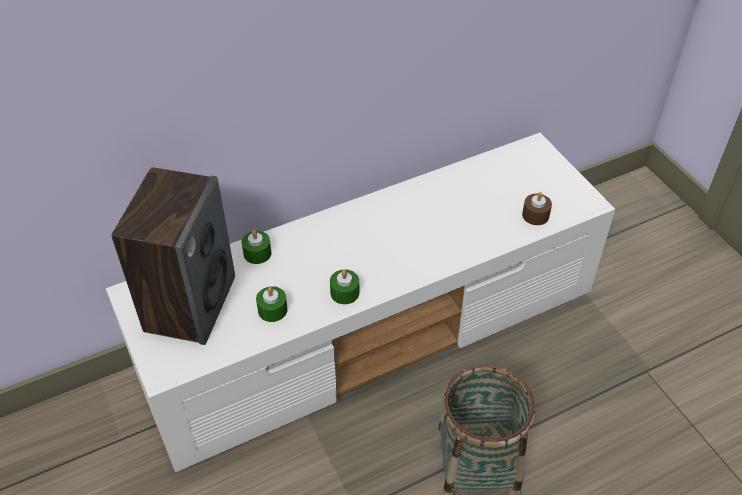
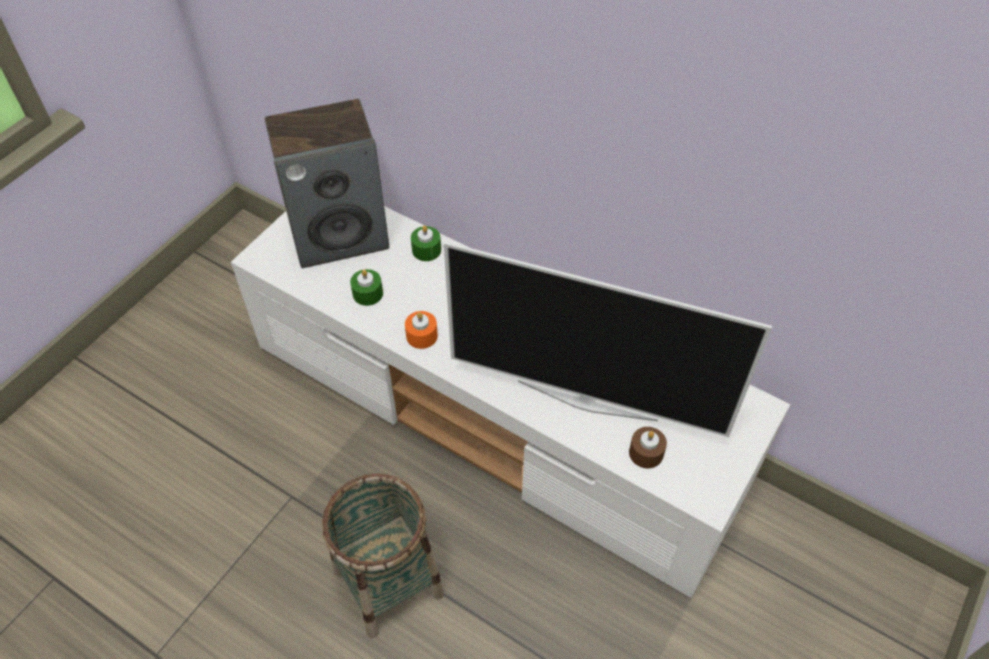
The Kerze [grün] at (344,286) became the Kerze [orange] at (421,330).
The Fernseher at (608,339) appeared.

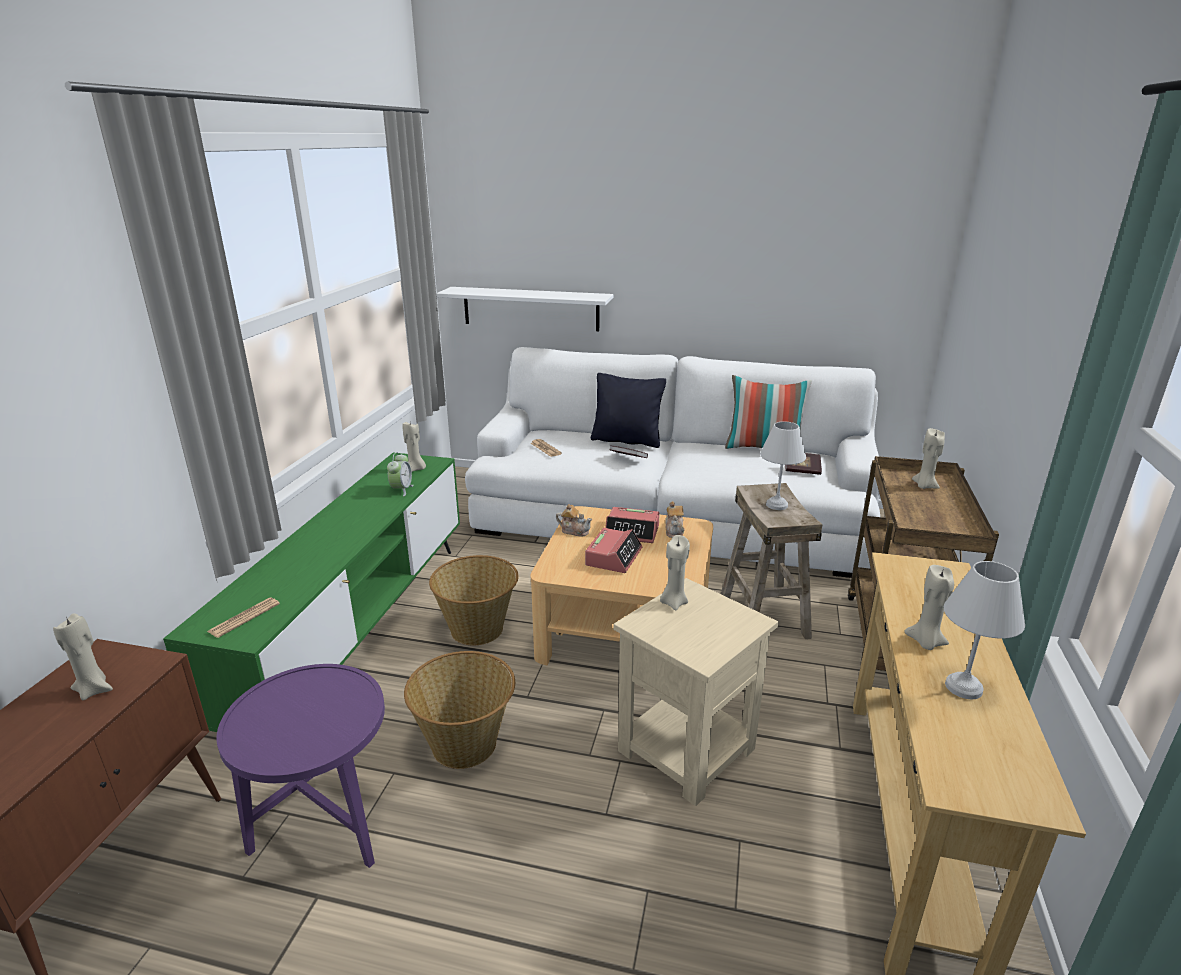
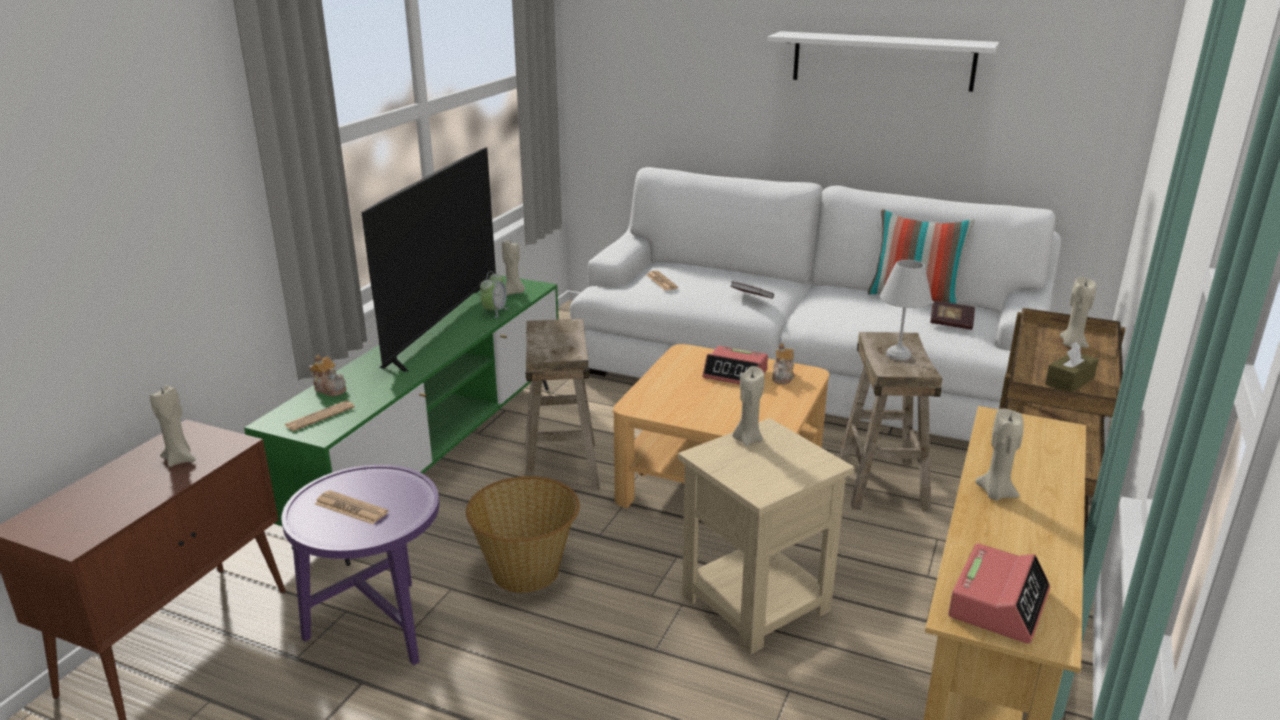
The Korb at (474,600) was replaced by the Hocker [beige] at (562,404).
The Wandregal [weiß] moved from (524,309) to (883,61).
The Teekanne moved from (574,520) to (327,375).
The Wecker moved from (613,550) to (999,593).
The Kissen [schwarz] at (628,410) disappeared.
The Tischlampe [weiß] at (984,630) disappeared.
The Zeitung at (351,507) appeared.
The Fernseher at (428,259) appeared.
The Taschentuchbox [braun] at (1072,366) appeared.

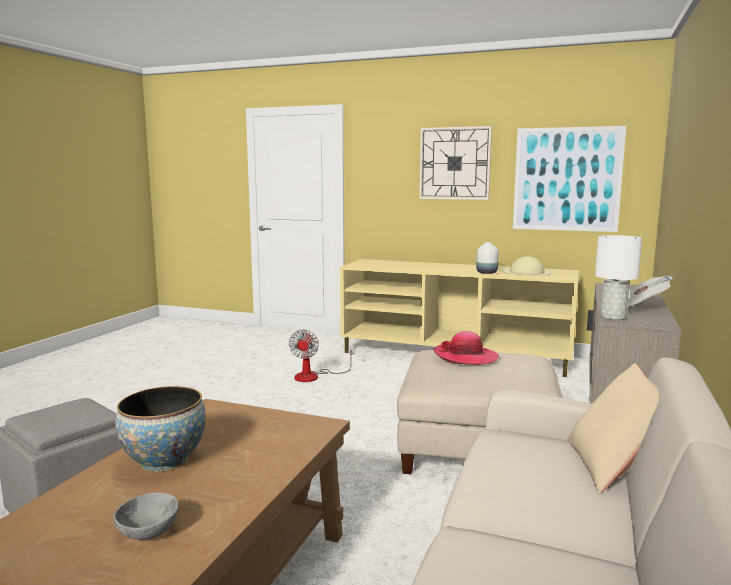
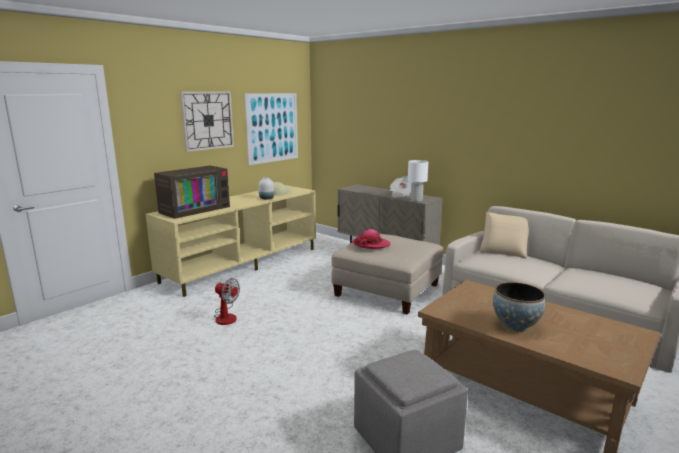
The Schüssel [grau] at (146,516) disappeared.
The Fernseher at (192,192) appeared.

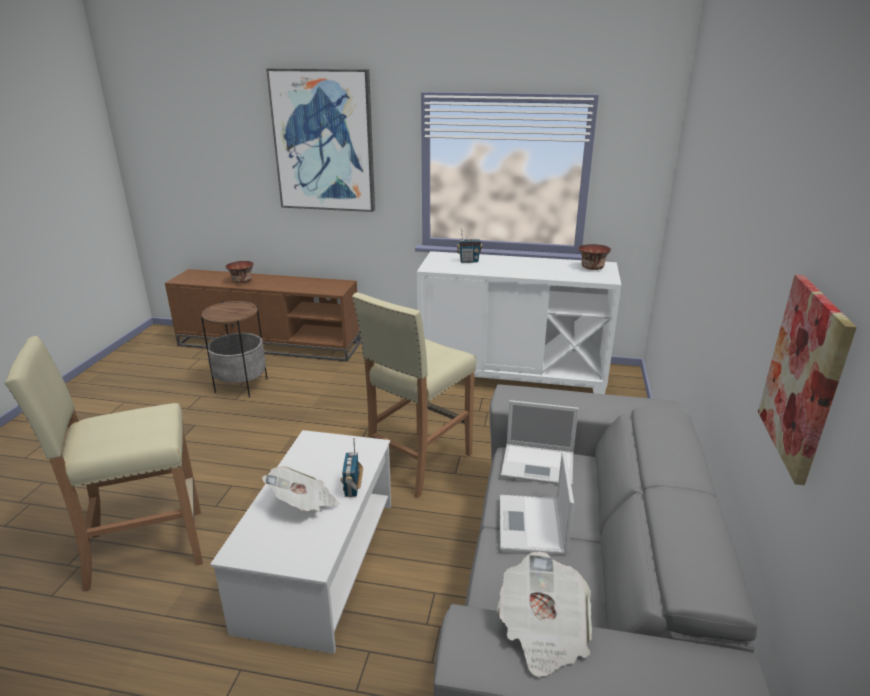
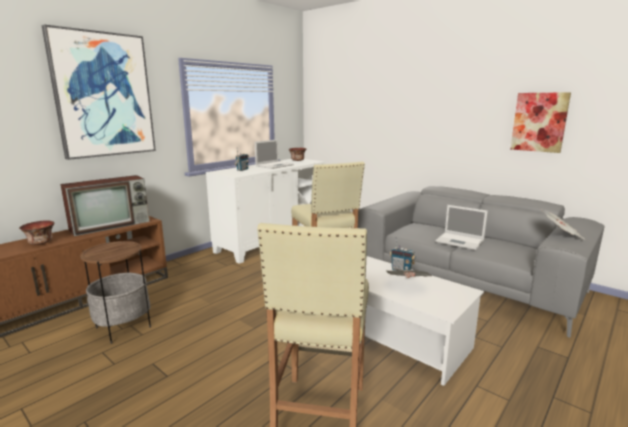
The Laptop moved from (540,443) to (274,154).
The Fernseher at (105,205) appeared.

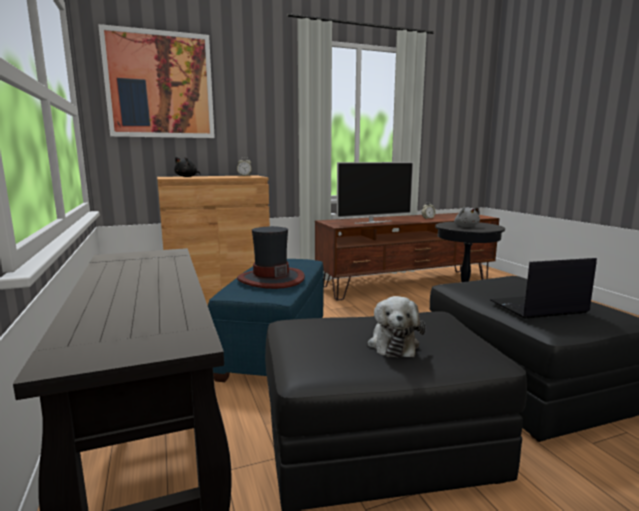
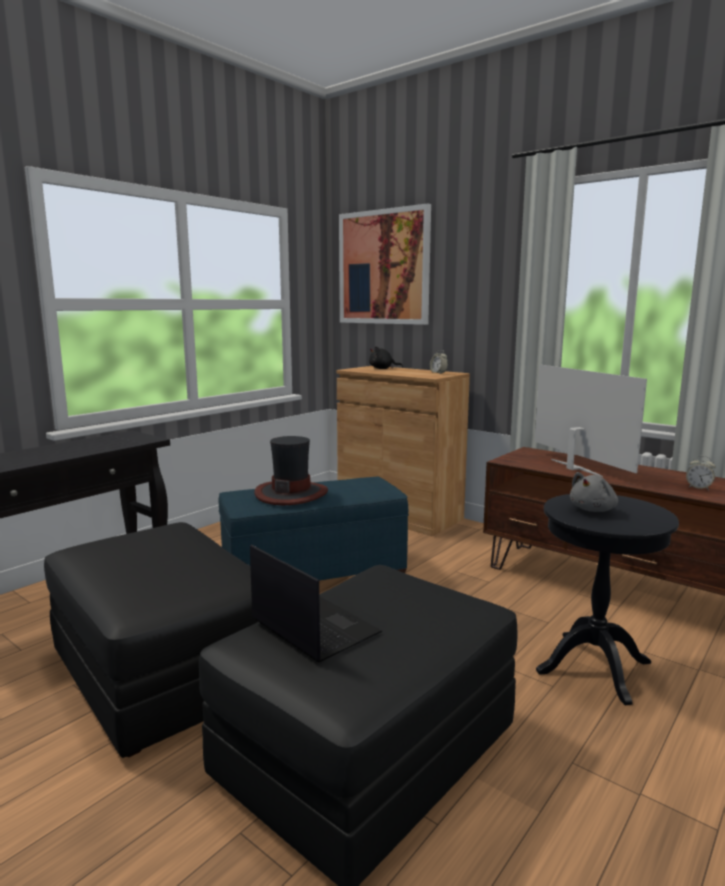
The Fernseher at (375,193) turned 150 degrees counterclockwise.
The Plüschtier at (396,326) disappeared.

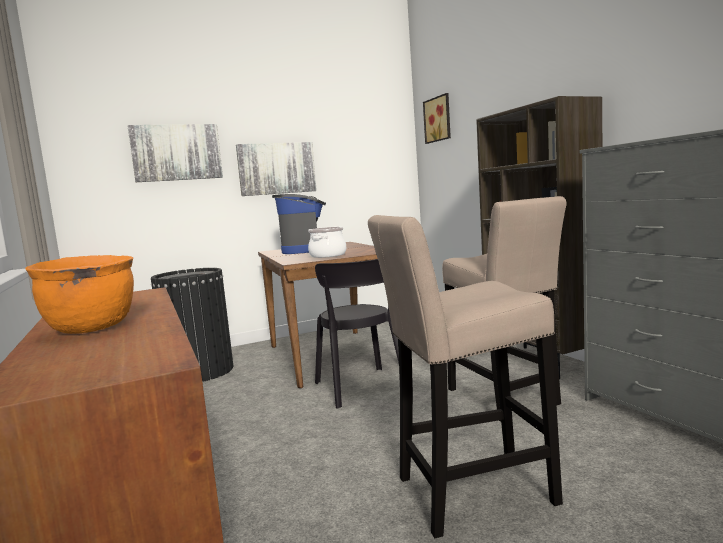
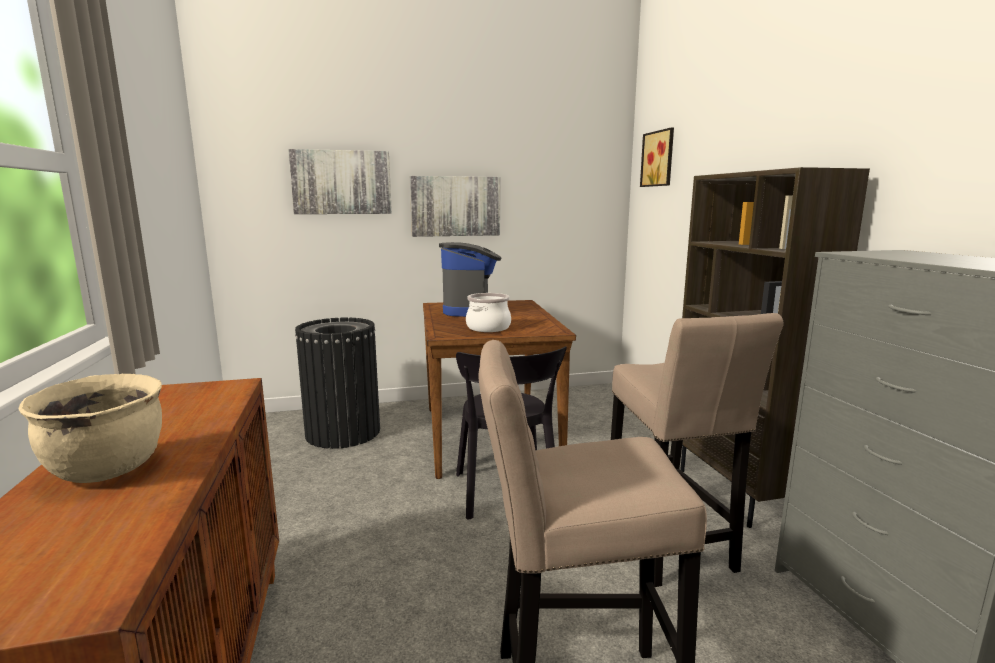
The Kochtopf [orange] at (79,294) became the Kochtopf [beige] at (90,428).

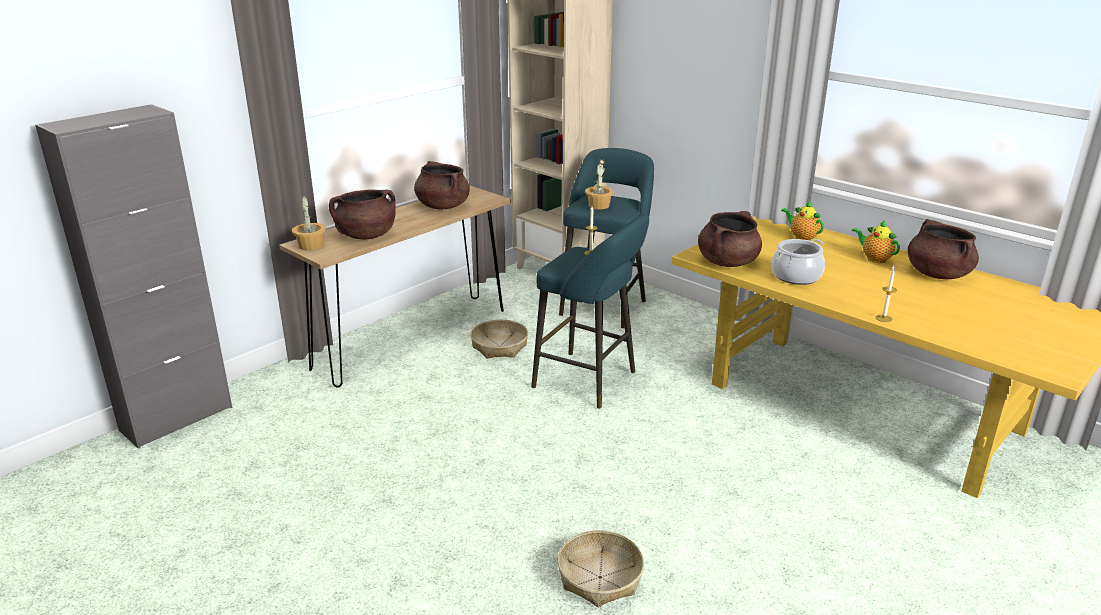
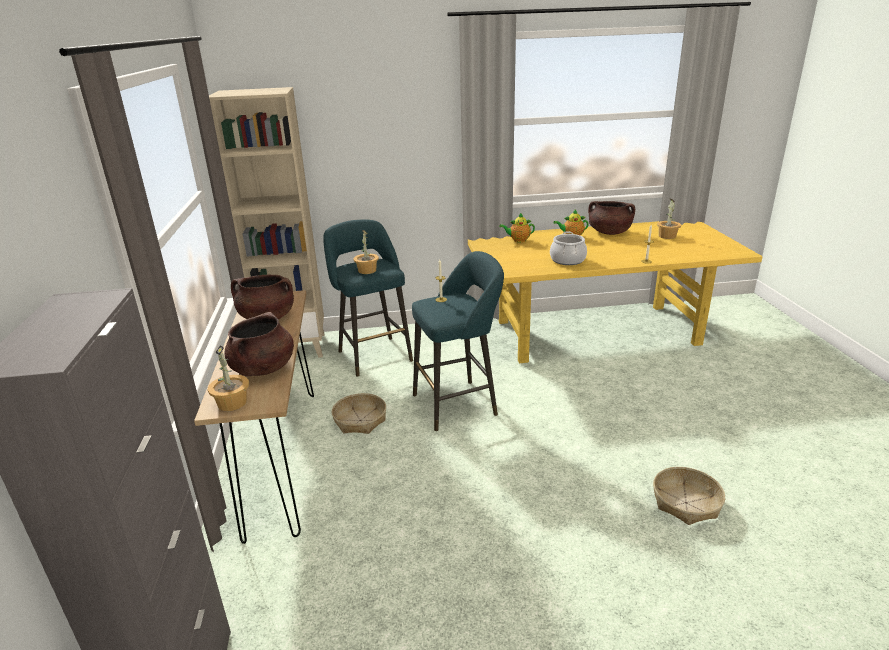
The Kochtopf [braun] at (730,239) disappeared.
The Topfpflanze at (669,218) appeared.

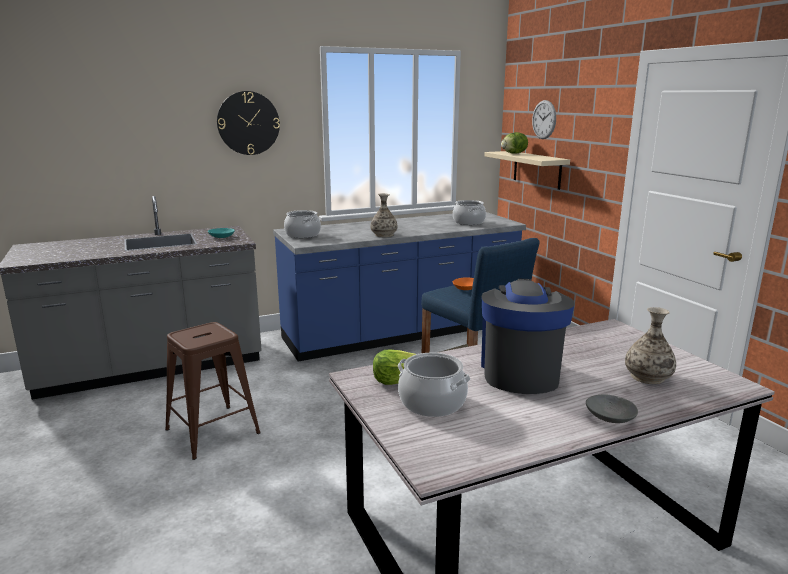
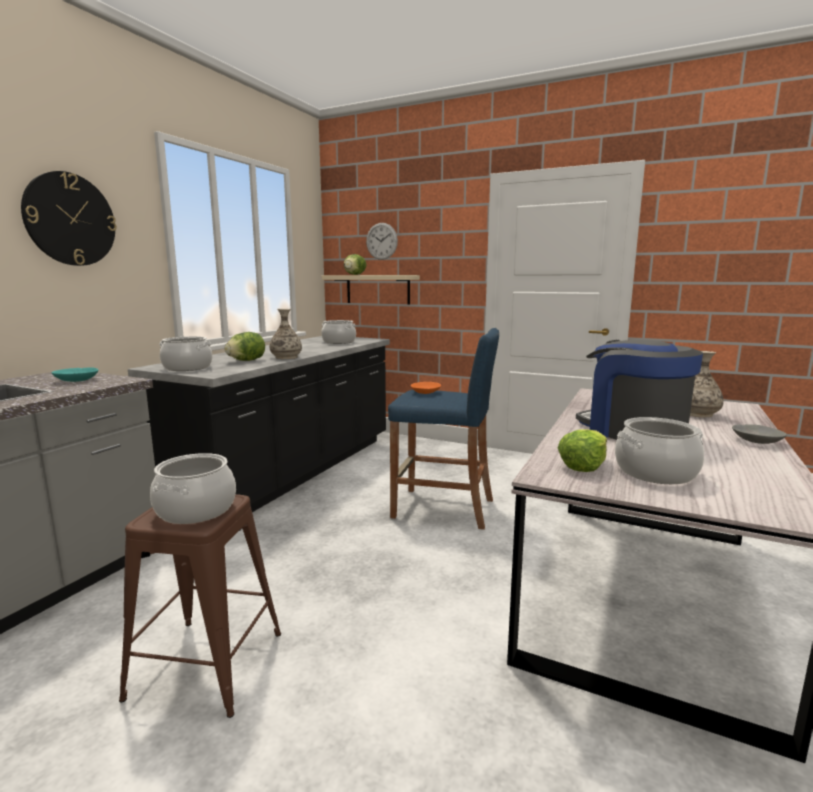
The Küchenzeile [blau] at (399,287) became the Küchenzeile [schwarz] at (259,424).
The Kochtopf at (193,488) appeared.
The Salatkopf at (244,346) appeared.

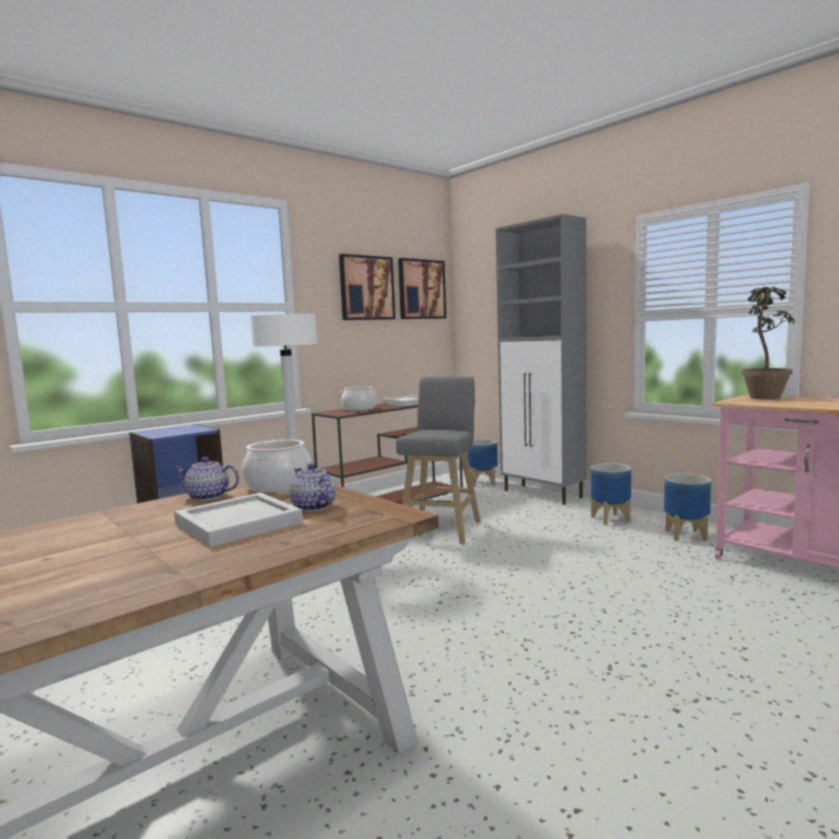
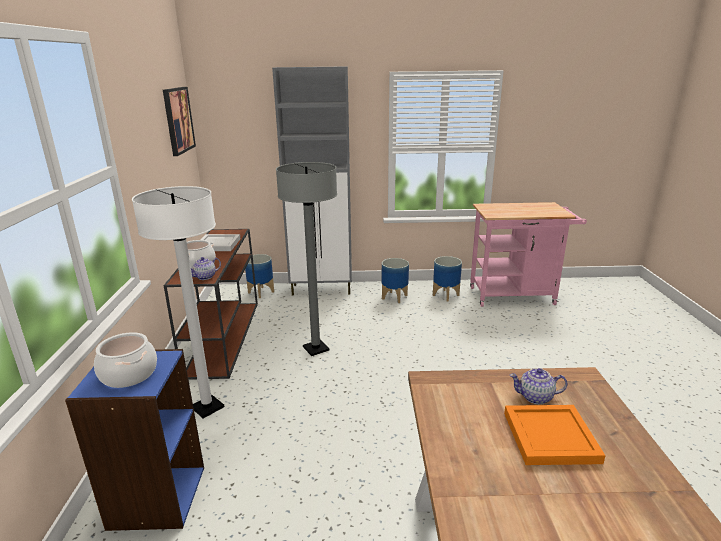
The Teekanne moved from (206,479) to (206,268).
The Tablett [weiß] at (238,520) became the Tablett [orange] at (555,435).
The Kochtopf moved from (277,466) to (125,360).
The Bild at (367,287) disappeared.
The Hocker [grau] at (438,460) was replaced by the Stehlampe [grau] at (306,259).
The Topfpflanze at (768,343) disappeared.

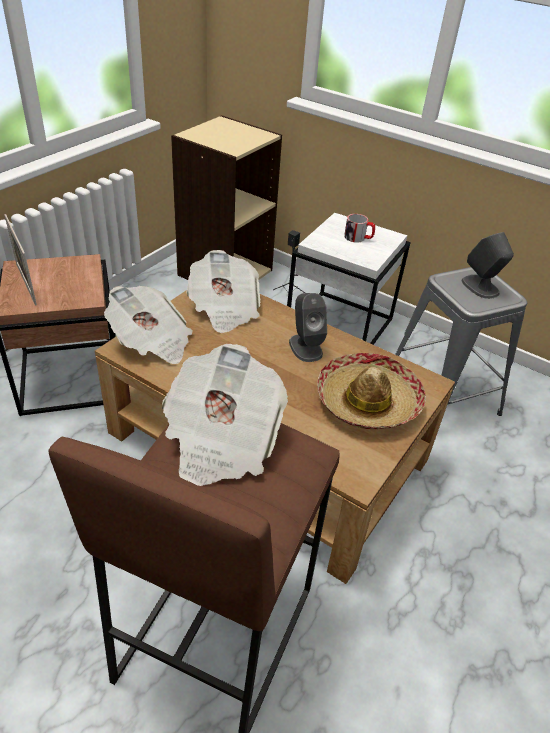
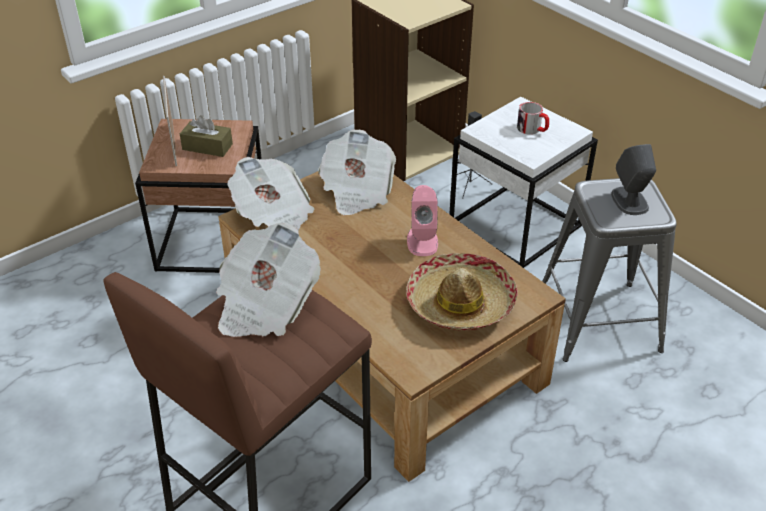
The Lautsprecher [grau] at (308,327) became the Lautsprecher [rosa] at (422,220).
The Taschentuchbox [braun] at (206,136) appeared.

